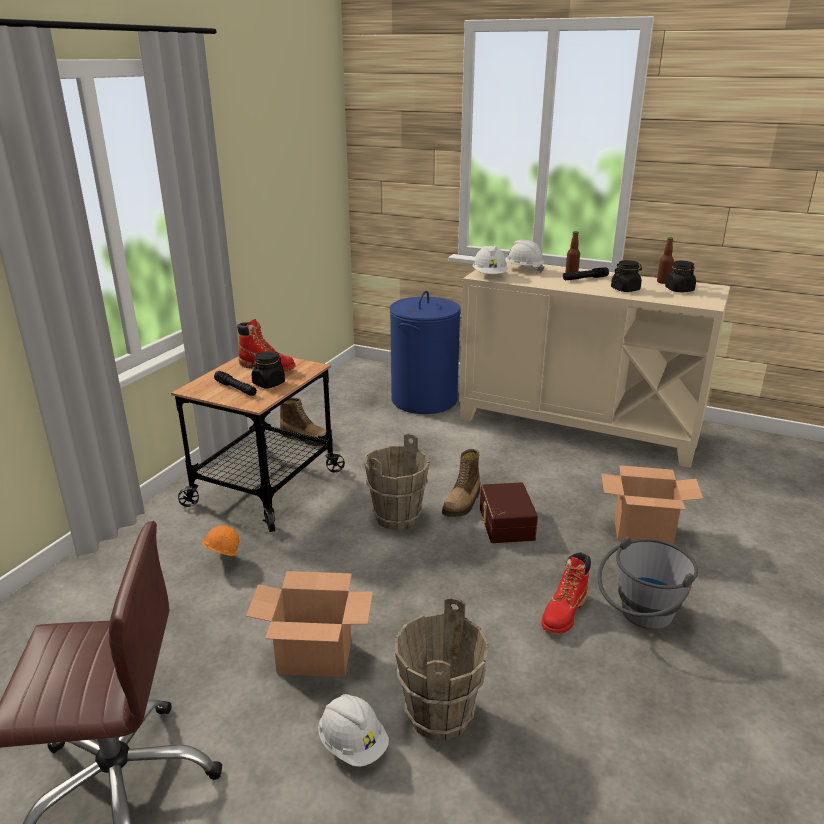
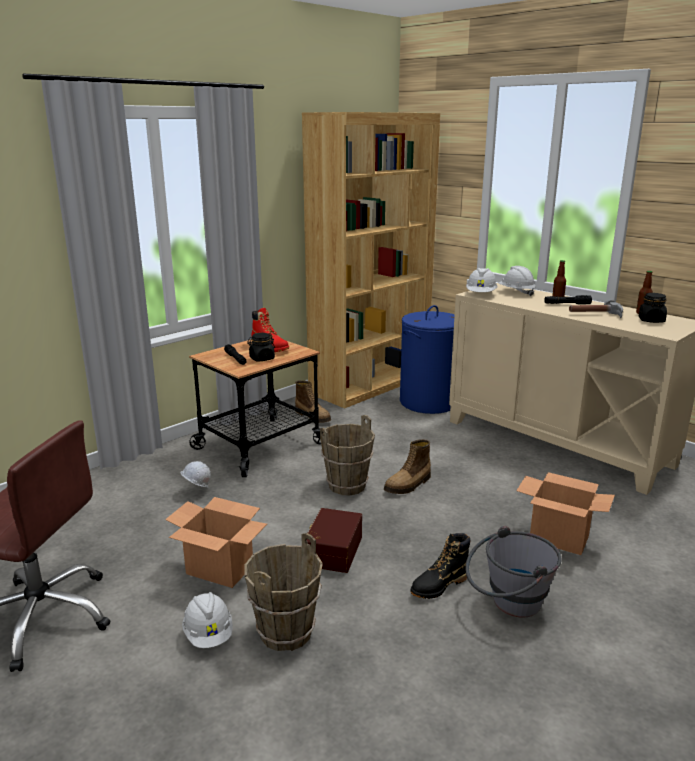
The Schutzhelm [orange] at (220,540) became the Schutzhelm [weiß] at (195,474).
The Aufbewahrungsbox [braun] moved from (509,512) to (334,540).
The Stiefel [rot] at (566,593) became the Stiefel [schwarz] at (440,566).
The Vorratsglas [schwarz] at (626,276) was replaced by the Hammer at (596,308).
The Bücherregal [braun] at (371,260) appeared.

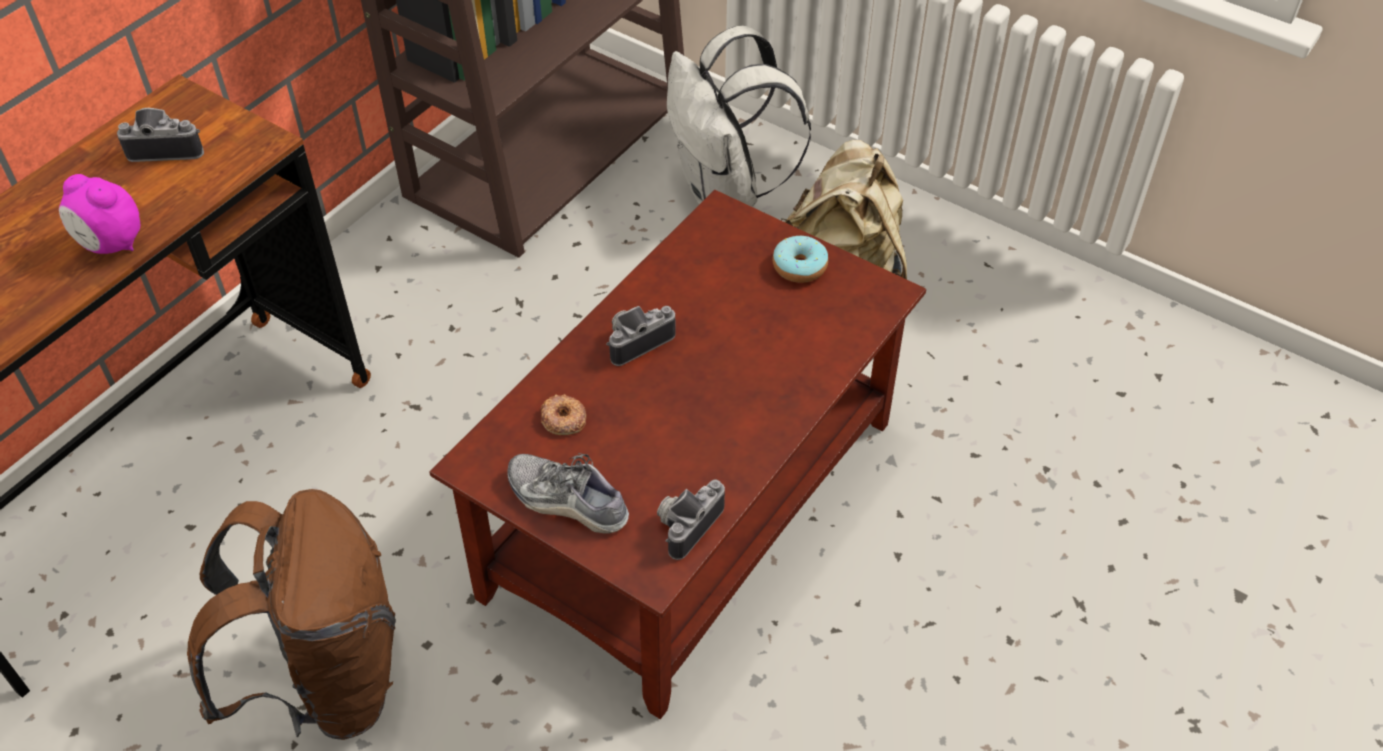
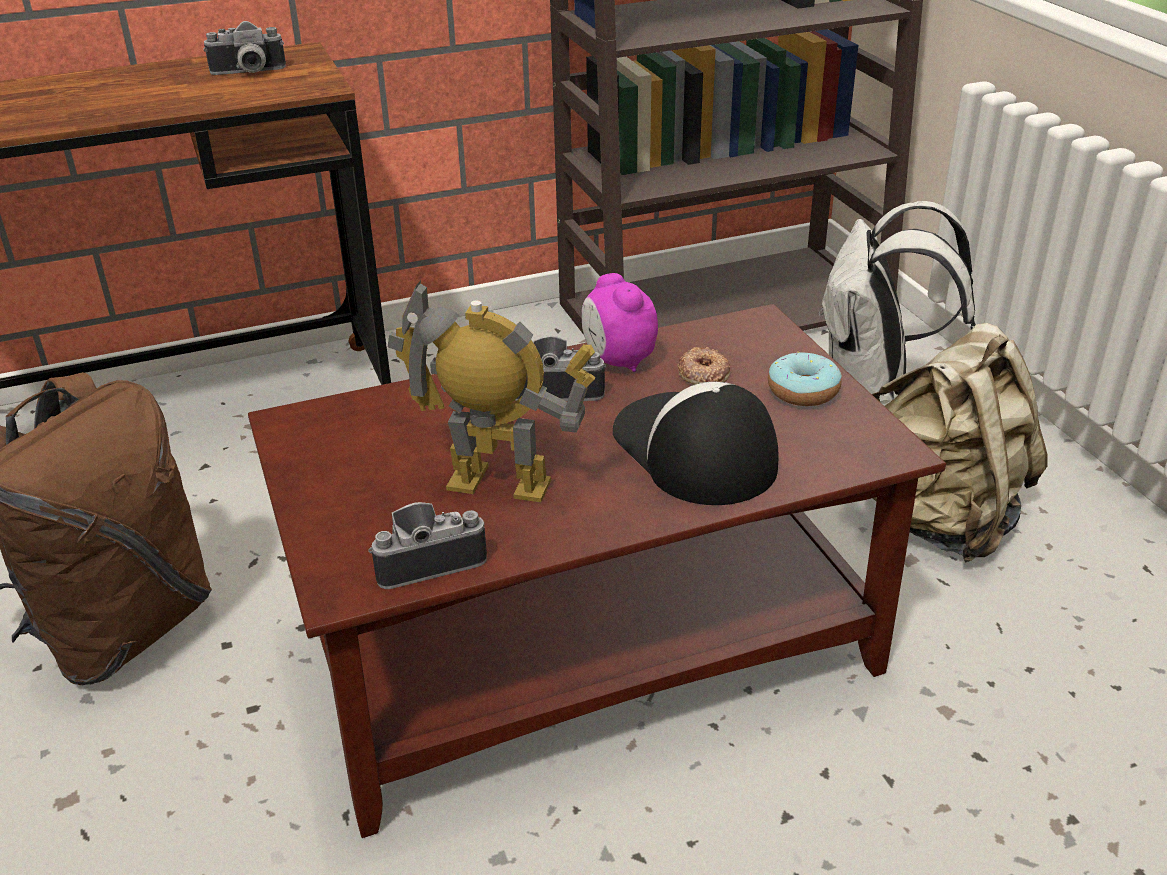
The Wecker moved from (99,214) to (620,322).
The Kamera at (160,135) turned 135 degrees clockwise.
The Schuh at (568,493) disappeared.
The Donut moved from (563,414) to (703,365).
The Spielzeugroboter at (491,391) appeared.
The Kappe at (695,443) appeared.

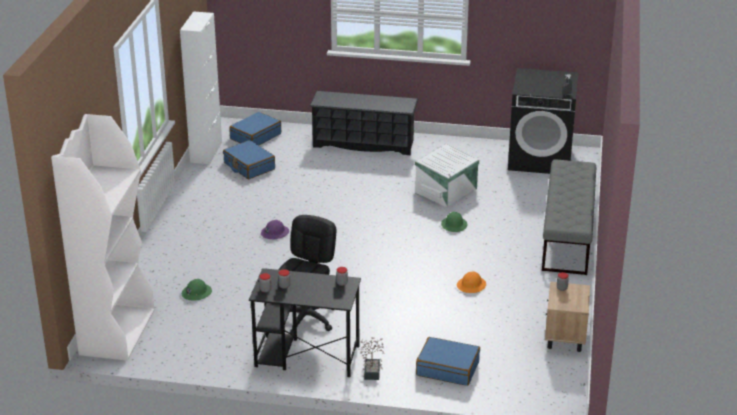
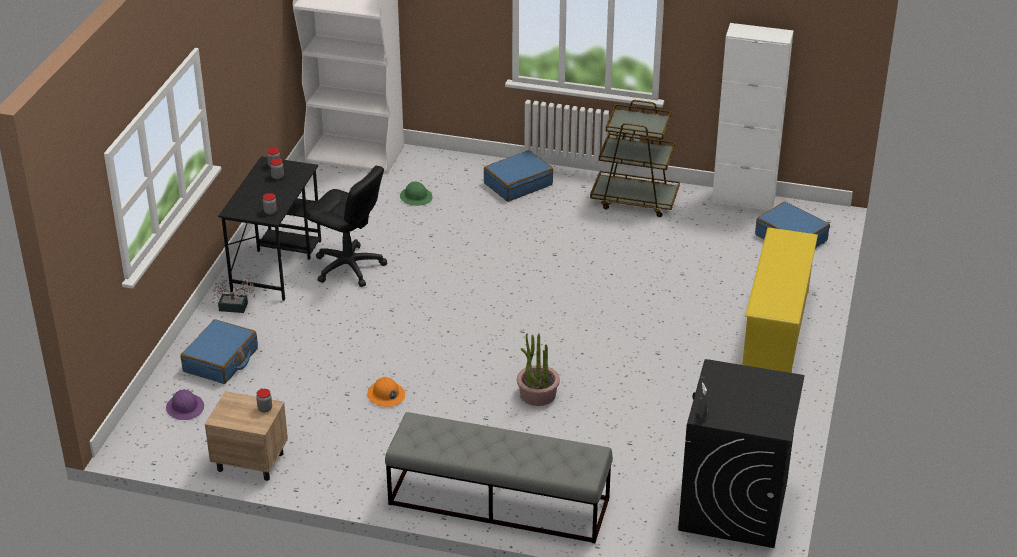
The Koffer [blau] moved from (249,159) to (518,176).
The Schutzhelm [lila] moved from (275,229) to (185,404).
The Schuhregal [schwarz] at (363,123) became the Schuhregal [gelb] at (780,300).
The Aufbewahrungsbox [weiß] at (447,176) disappeared.
The Schutzhelm [grün] at (454,222) was replaced by the Topfpflanze at (538,369).
The Rollwagen [braun] at (635,158) appeared.

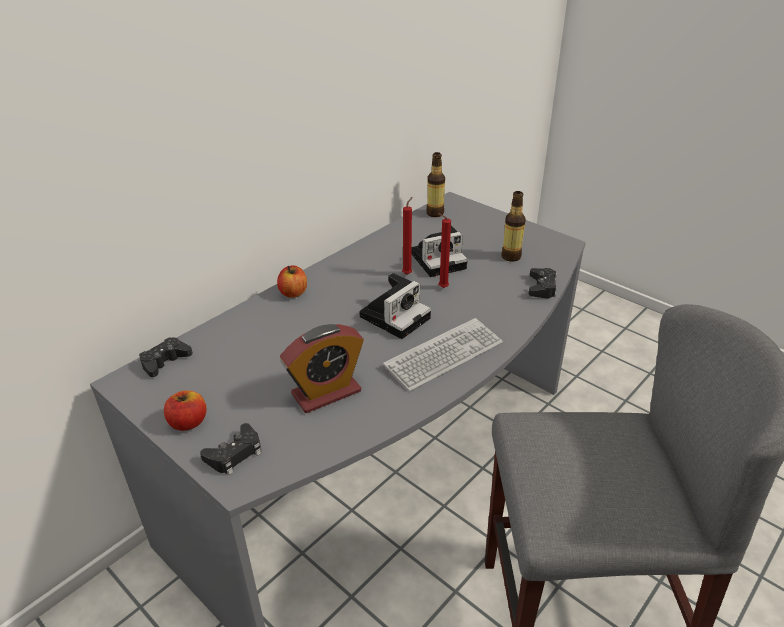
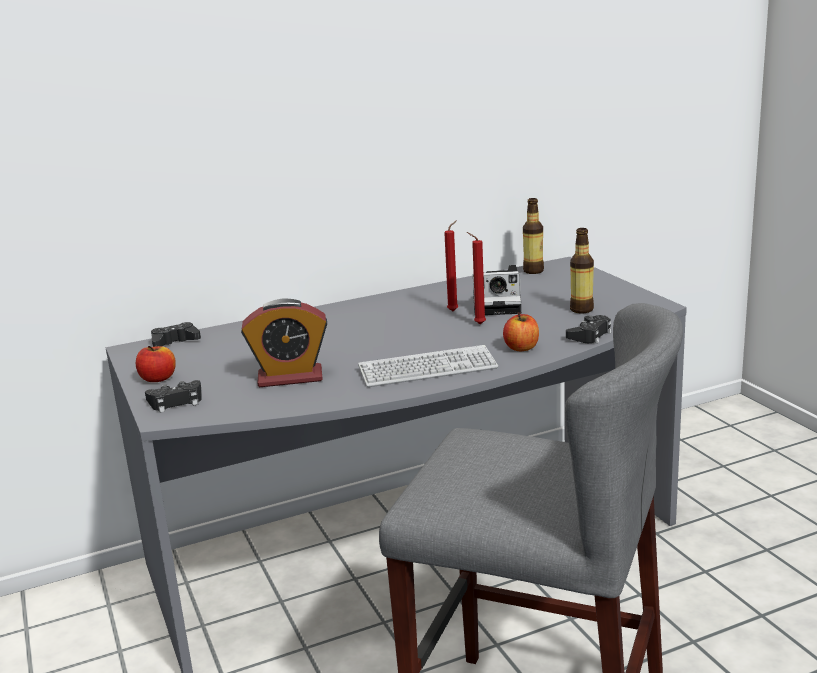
The Apfel moved from (292,281) to (521,331).
The Kamera at (395,306) disappeared.

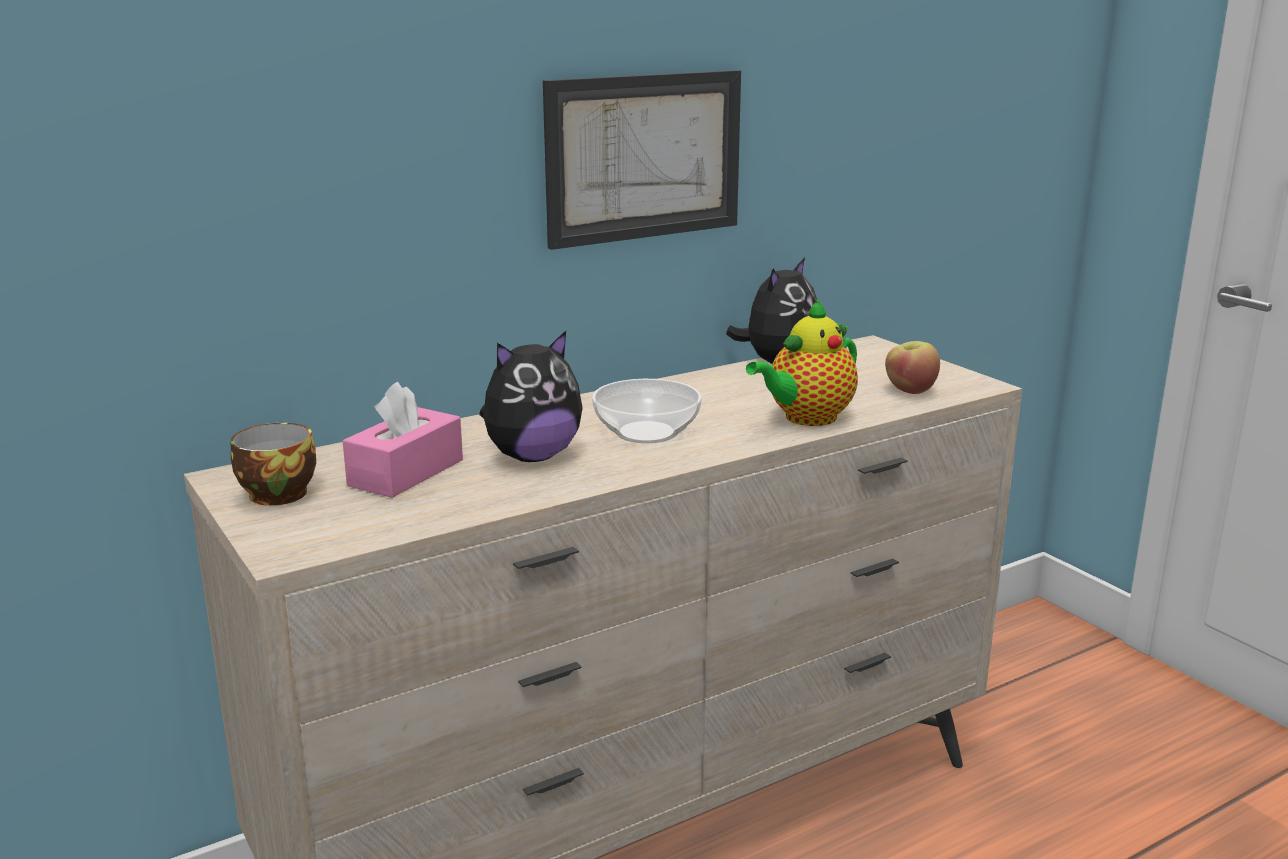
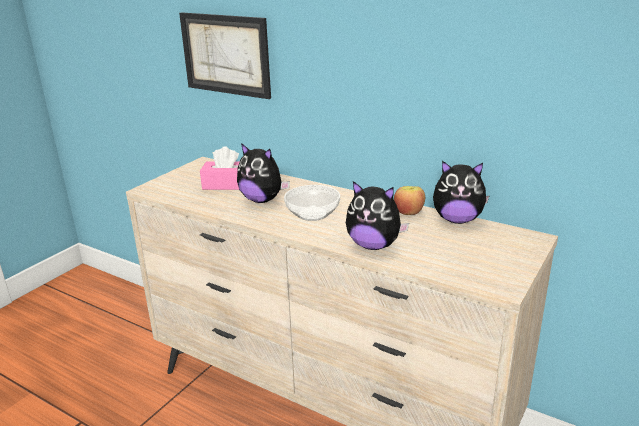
The Tasse at (273,464) disappeared.
The Bild moved from (642,160) to (225,55).
The Teekanne at (802,362) was replaced by the Plüschtier at (377,215).
The Apfel moved from (912,367) to (409,200).

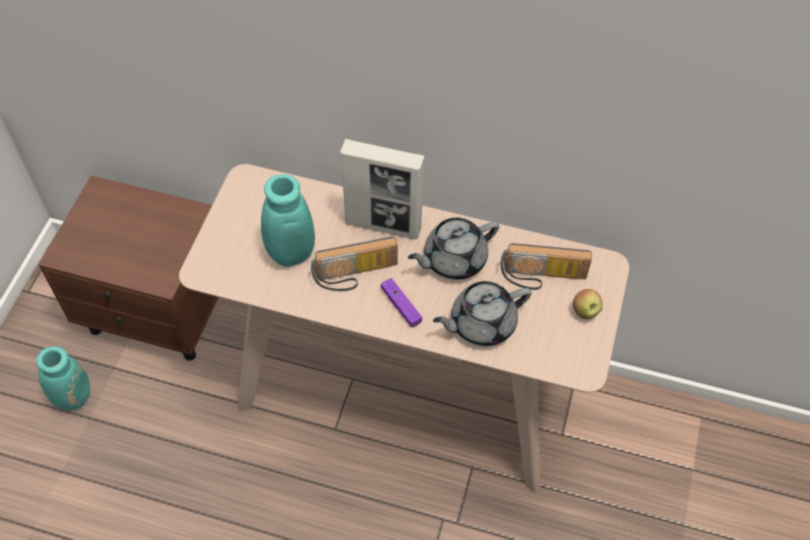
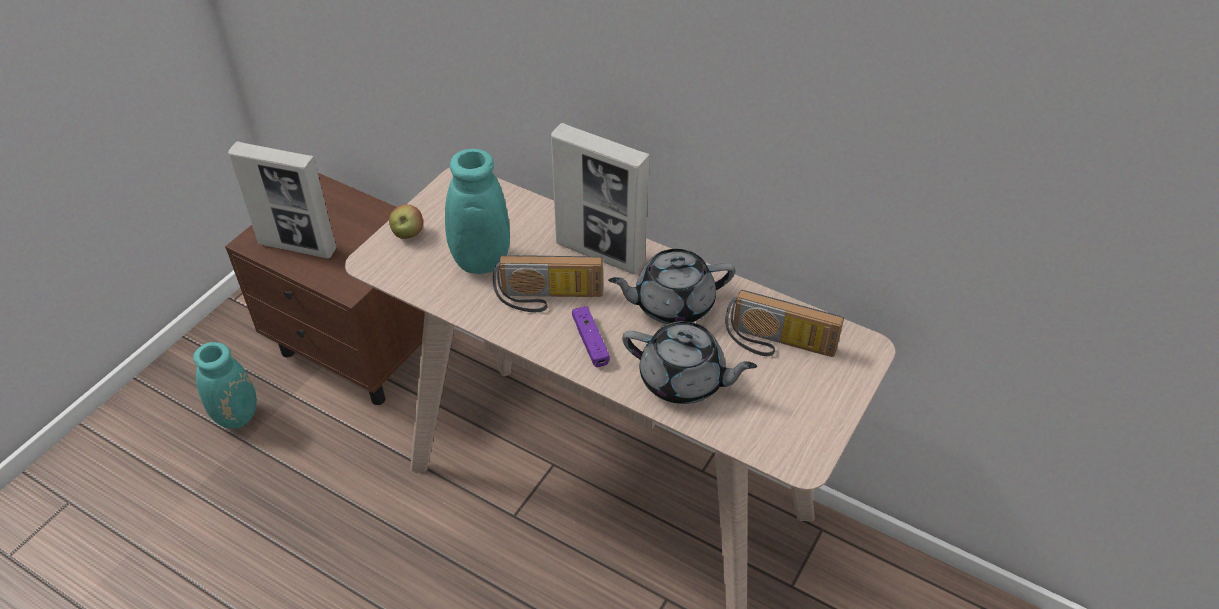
The Teekanne [grau] at (482,313) turned 150 degrees counterclockwise.
The Apfel moved from (588,304) to (406,221).
The Bilderrahmen at (282,200) appeared.

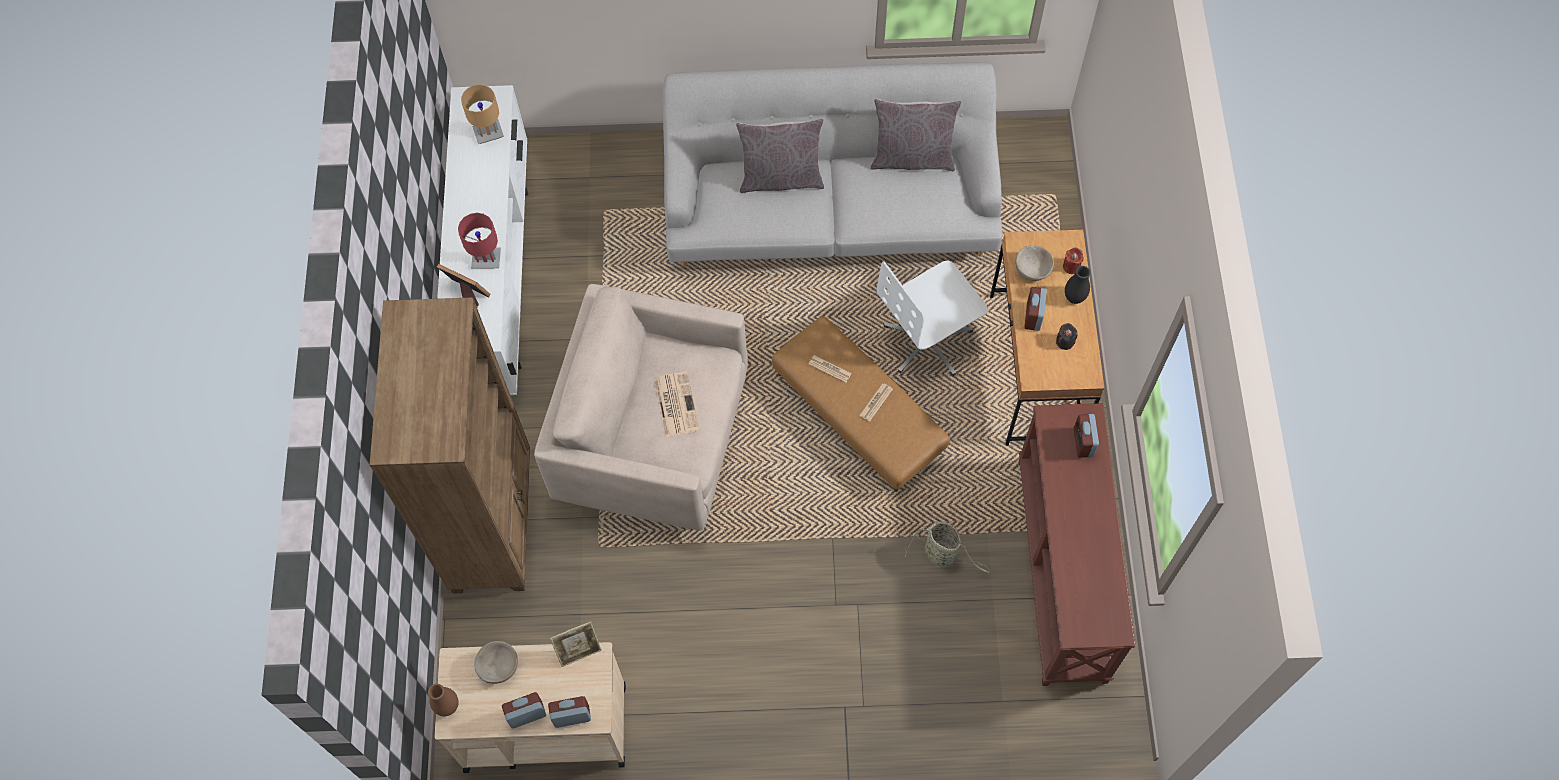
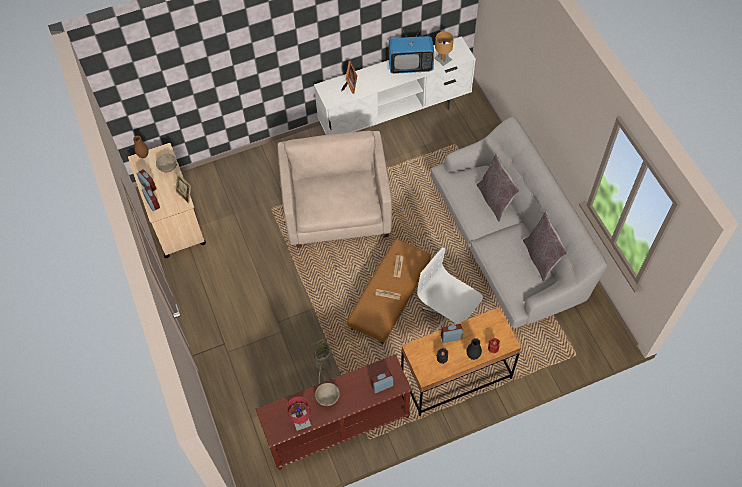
The Bücherregal [braun] at (450,445) disappeared.
The Tischlampe [rot] moved from (479,240) to (299,414).
The Zeitung at (677,404) disappeared.
The Schüssel [beige] moved from (1034,263) to (327,394).
The Fernseher at (411,51) appeared.

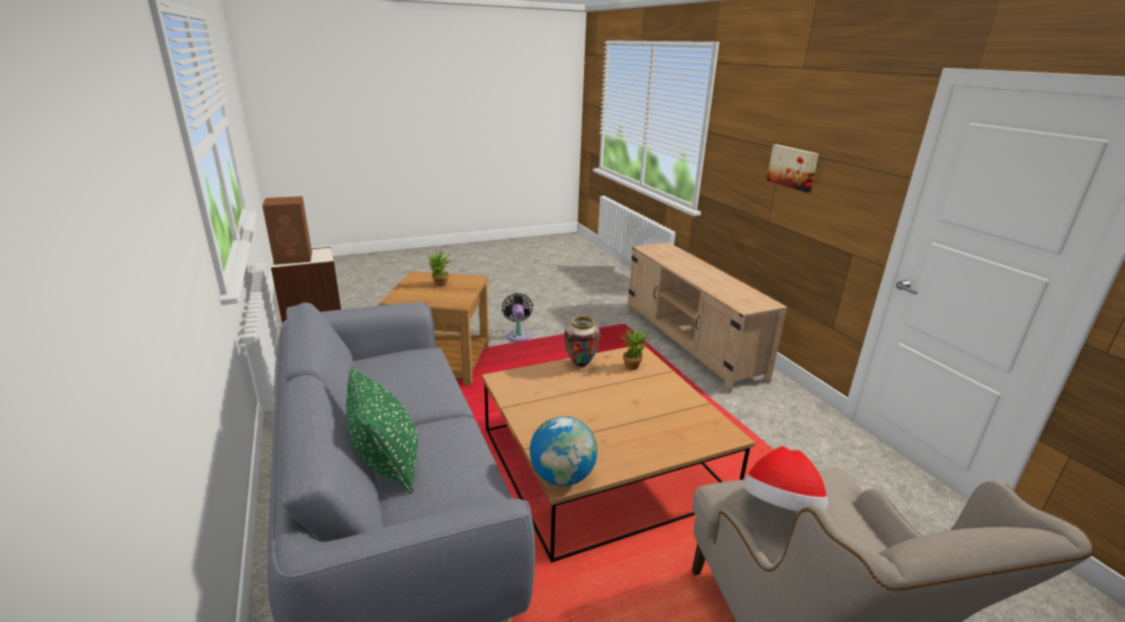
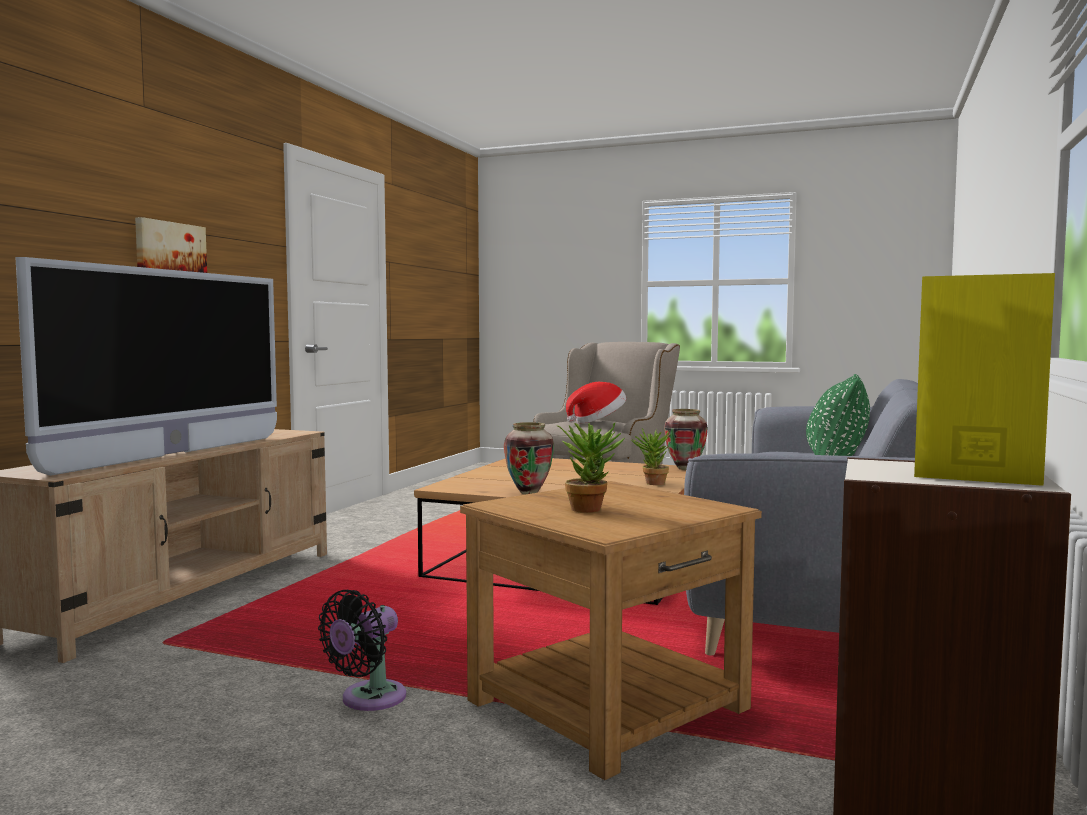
The Lautsprecher [braun] at (287,230) became the Lautsprecher [gelb] at (984,379).
The Globus at (563,451) was replaced by the Vase at (686,439).
The Topfpflanze moved from (634,349) to (650,456).
The Fernseher at (146,366) appeared.

